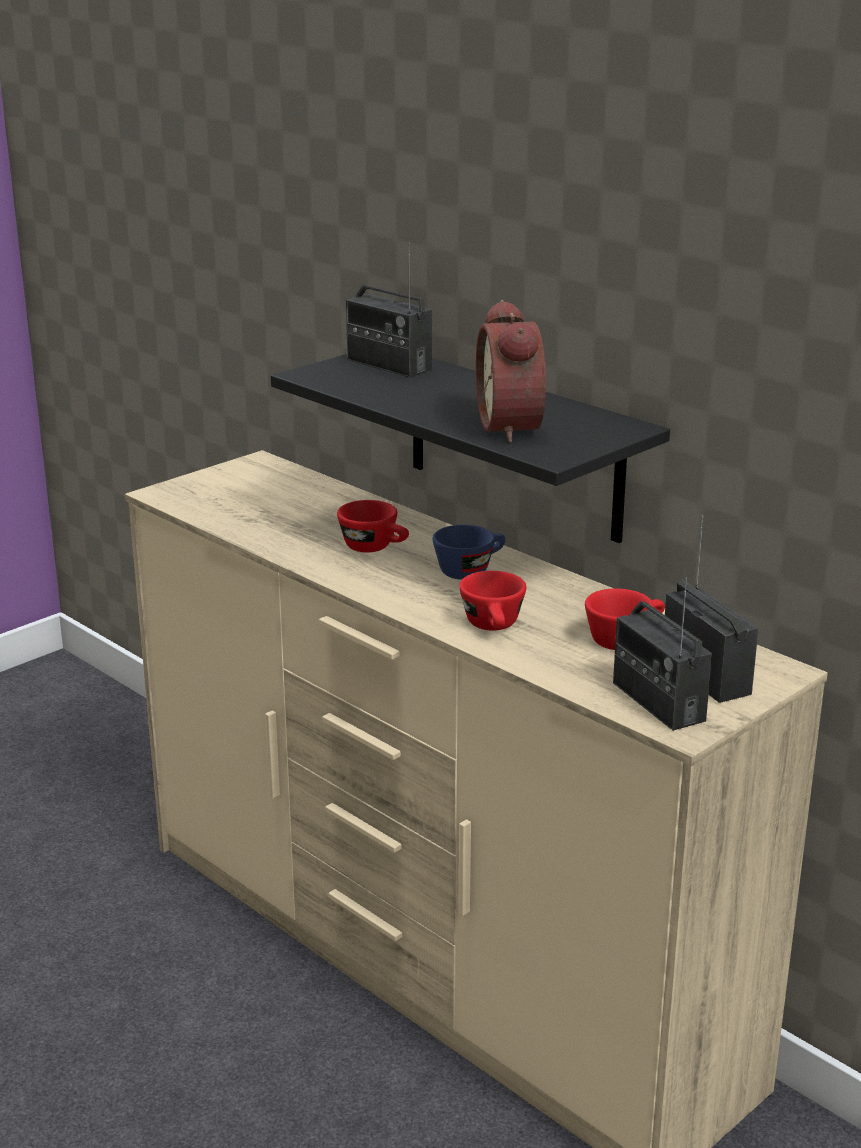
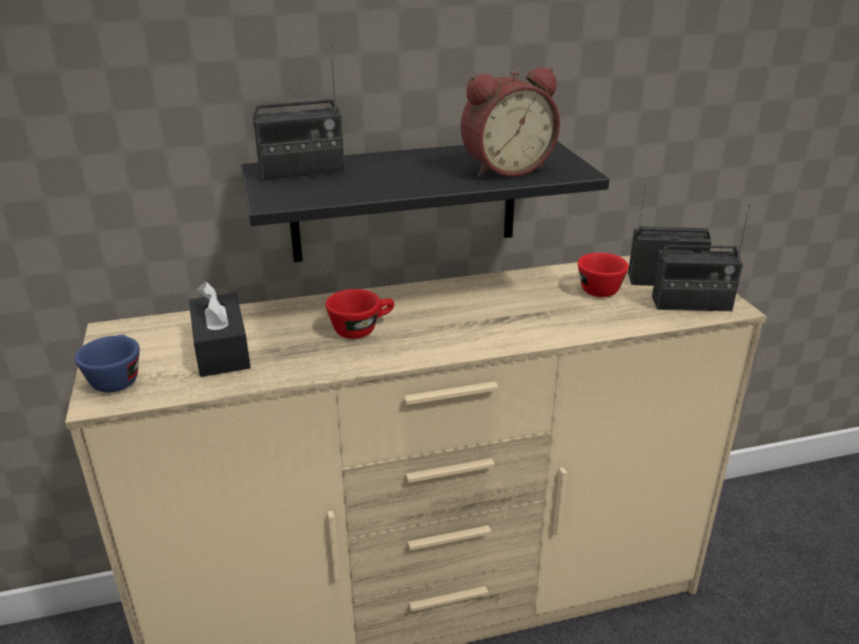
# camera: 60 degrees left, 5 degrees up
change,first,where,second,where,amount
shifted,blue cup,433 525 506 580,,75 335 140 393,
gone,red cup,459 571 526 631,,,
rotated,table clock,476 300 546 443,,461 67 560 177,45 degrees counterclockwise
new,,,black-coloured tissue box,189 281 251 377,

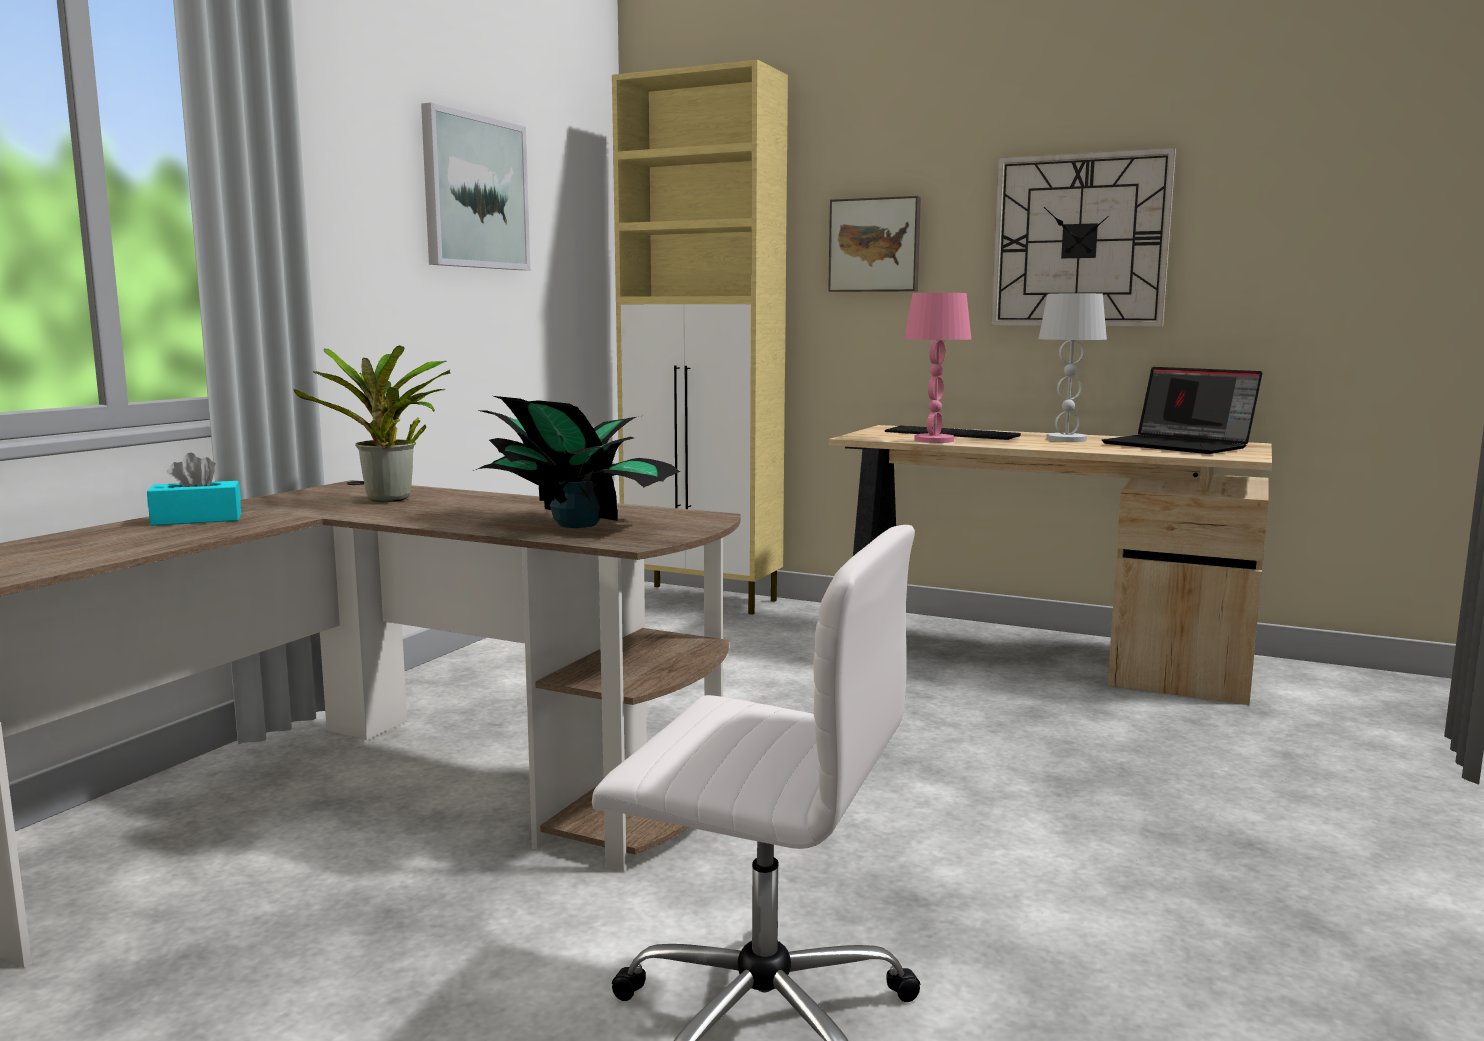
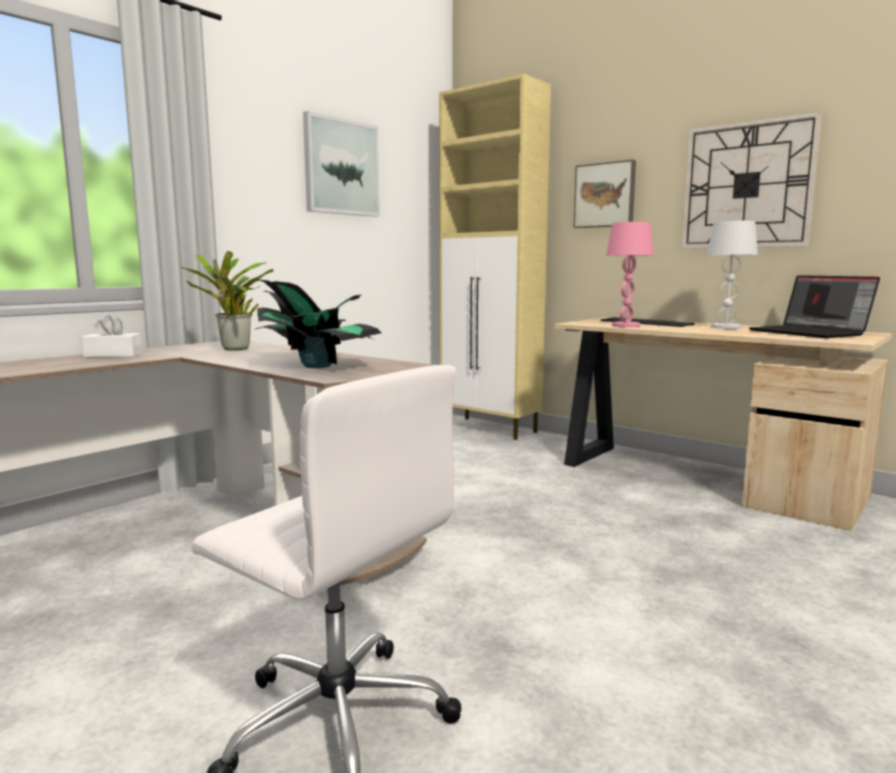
# camera: 15 degrees right, 0 degrees up
change,first,where,second,where,amount
repainted,turquoise tissue box,147 453 241 526,white tissue box,81 315 142 357,

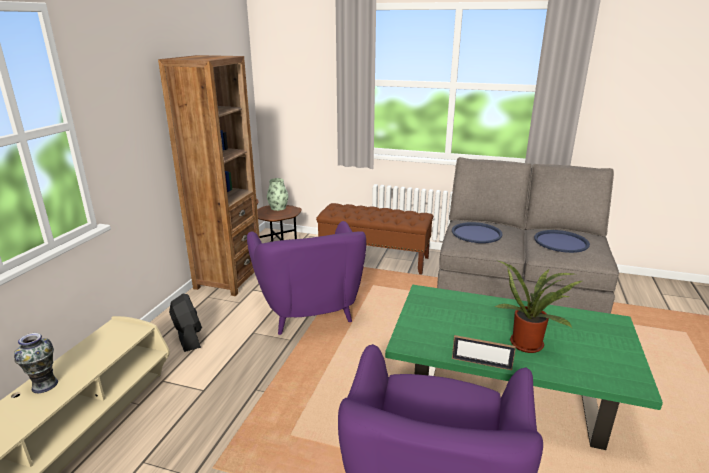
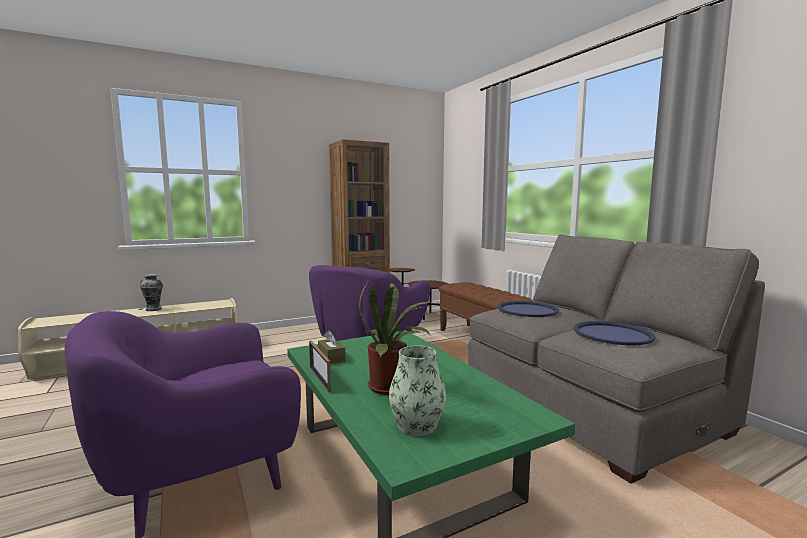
# camera: 45 degrees right, 15 degrees down
change,first,where,second,where,amount
gone,black-coloured electric fan,169 294 202 352,,,
shifted,vase,267 178 288 211,,389 345 446 437,
new,,,brown-coloured tissue box,318 331 345 364,

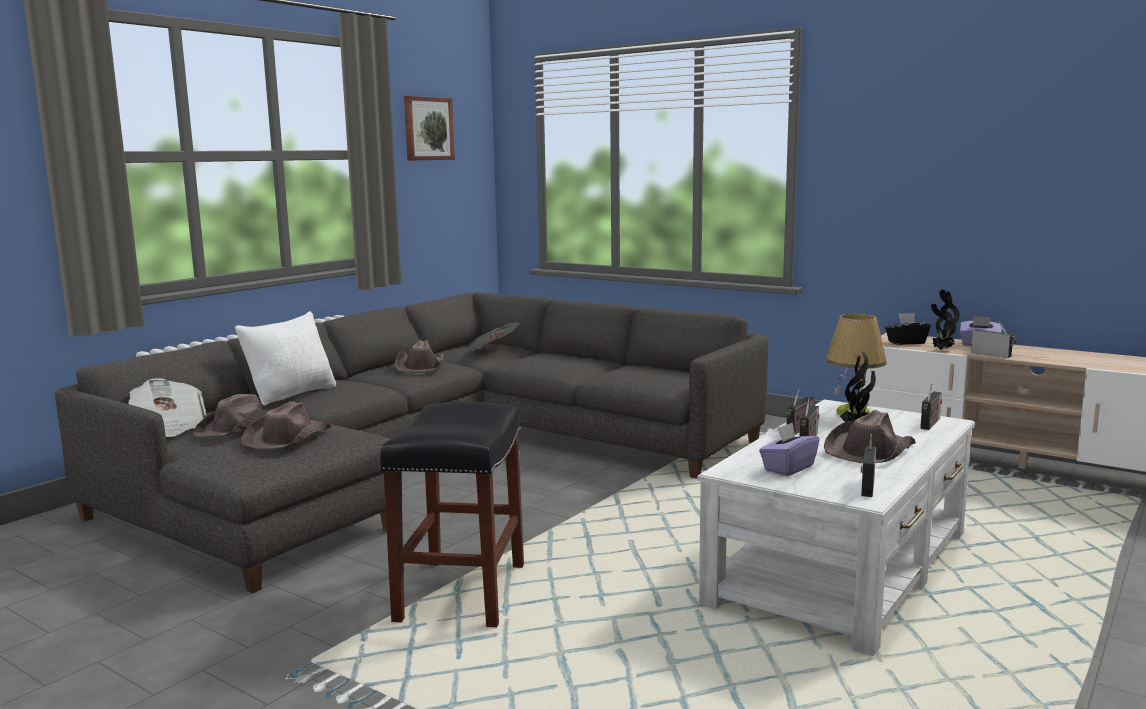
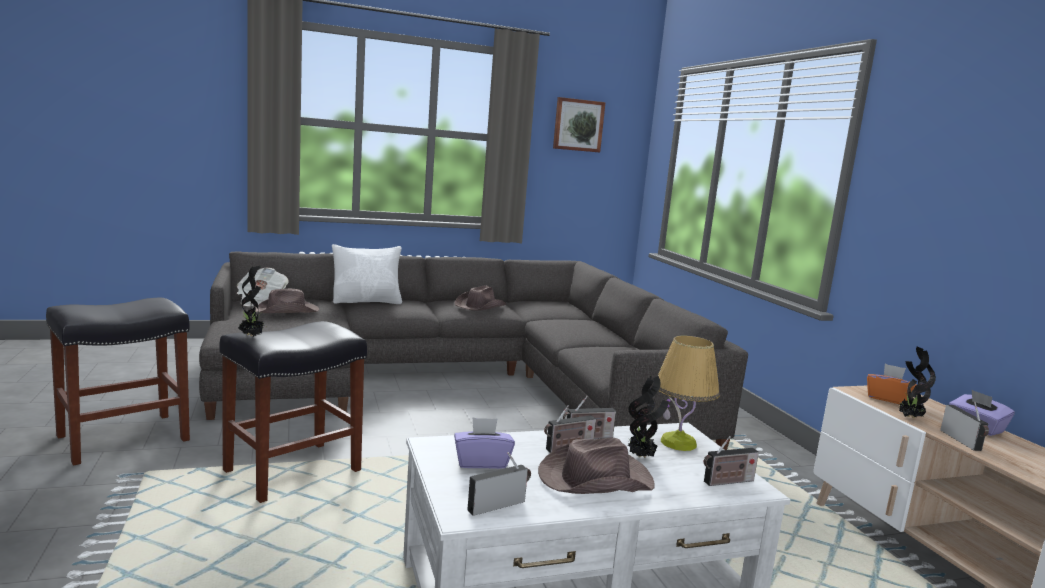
# camera: 35 degrees right, 0 degrees up
change,first,where,second,where,amount
gone,brown-coloured wearable hat,241 401 331 449,,,
gone,printed paper,467 322 520 348,,,
repainted,black-coloured tissue box,885 313 931 345,orange tissue box,867 364 916 405,
new,,,black-coloured stool,46 298 190 465,
new,,,potted plant,238 266 265 337,

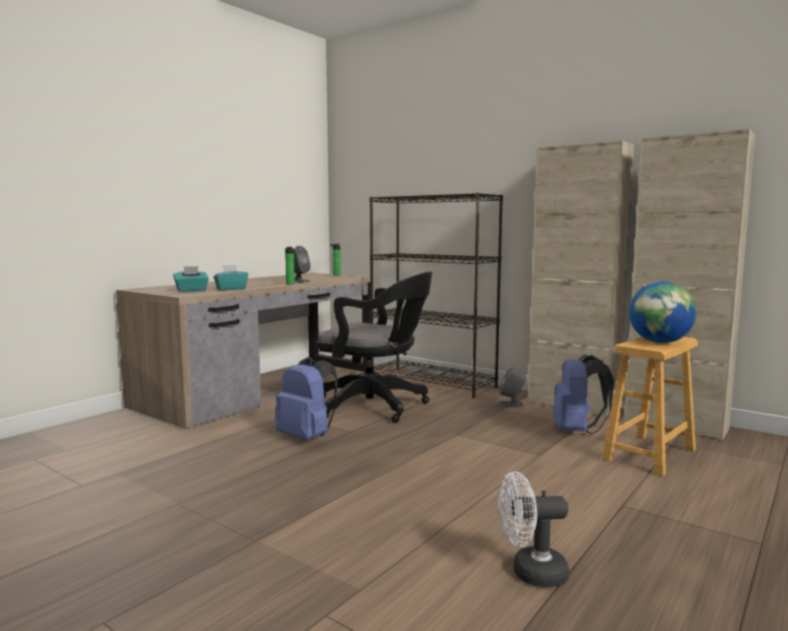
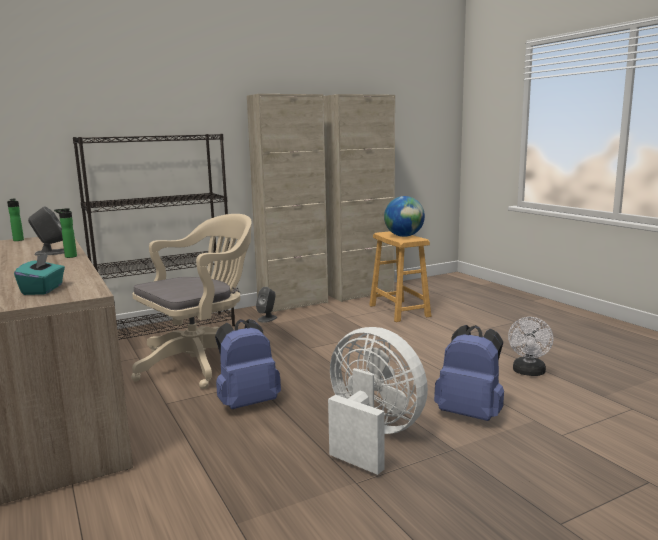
# camera: 65 degrees left, 5 degrees up
change,first,where,second,where,amount
gone,turquoise tissue box,213 265 248 290,,,
repainted,black-coloured desk chair,316 272 432 423,sand-coloured desk chair,131 214 252 389,
shifted,blue rucksack,553 354 614 435,,434 325 504 421,
new,,,white electric fan,328 327 428 475,

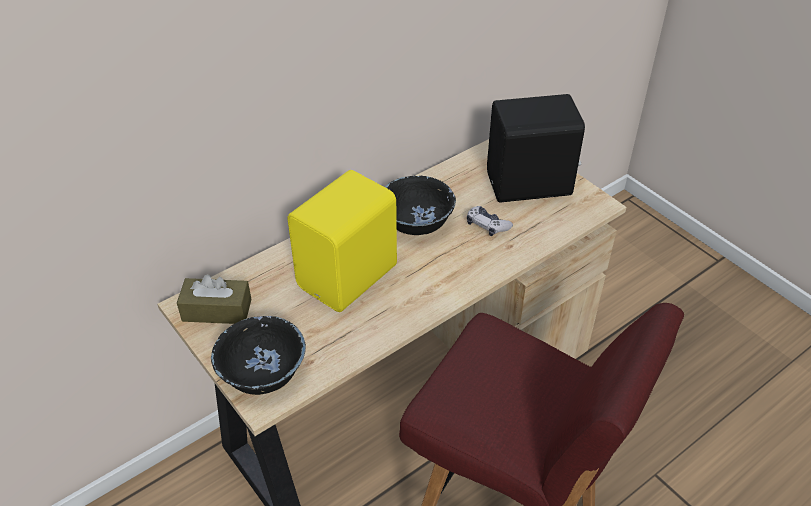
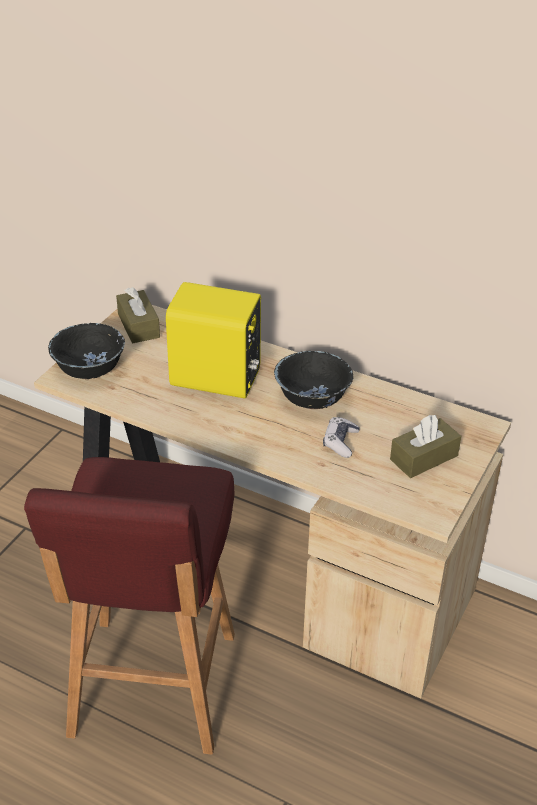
# camera: 65 degrees right, 5 degrees down
change,first,where,second,where,amount
swapped,black-coloured audio speaker,487 94 585 203,brown-coloured tissue box,390 415 461 478,

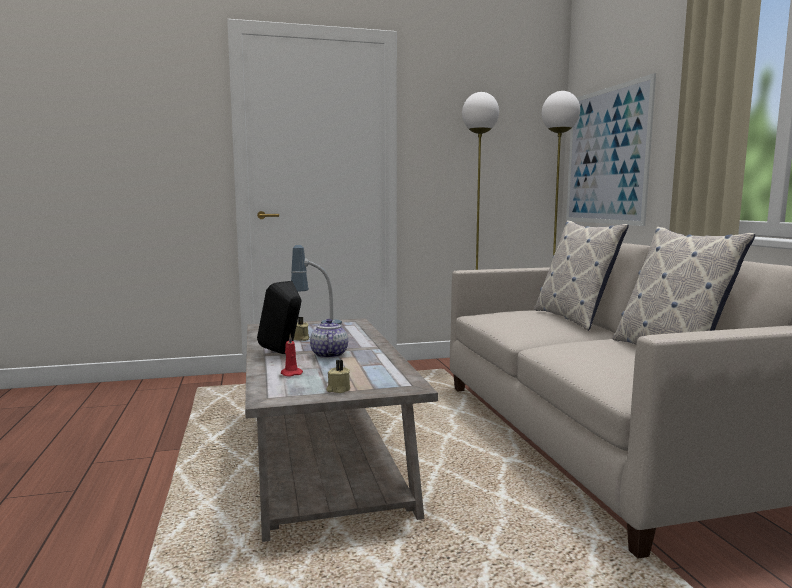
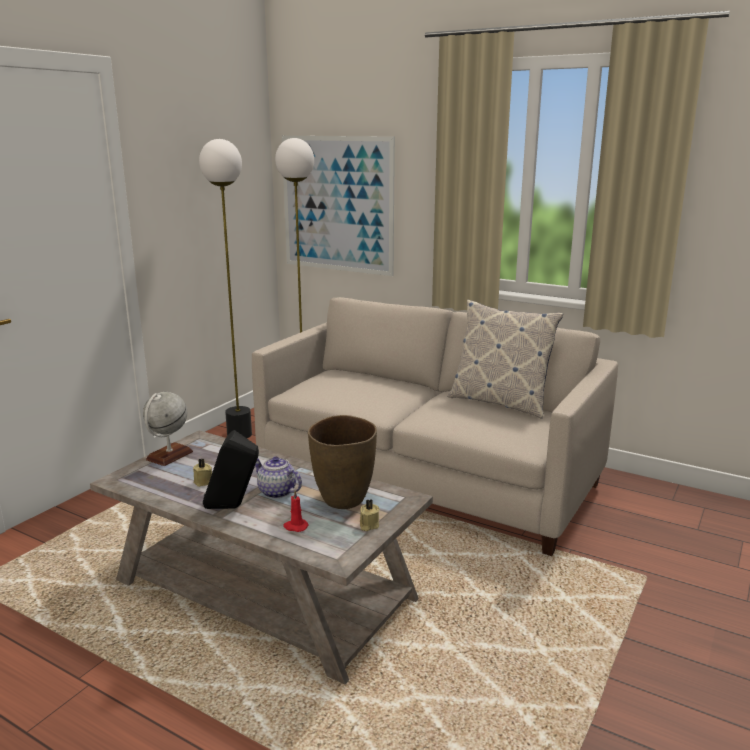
# camera: 45 degrees left, 10 degrees up
change,first,where,second,where,amount
swapped,lamp for a table,291 245 342 324,desk globe,143 392 193 466,
gone,throw pillow,534 220 629 331,,,
new,,,brown-coloured vase,308 415 377 509,

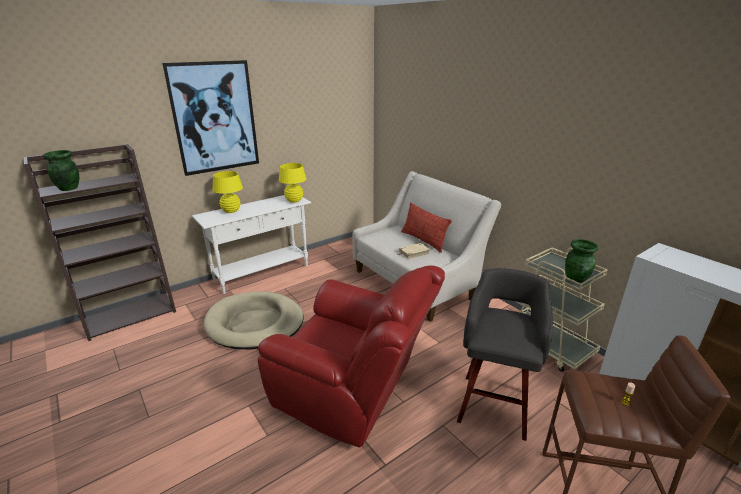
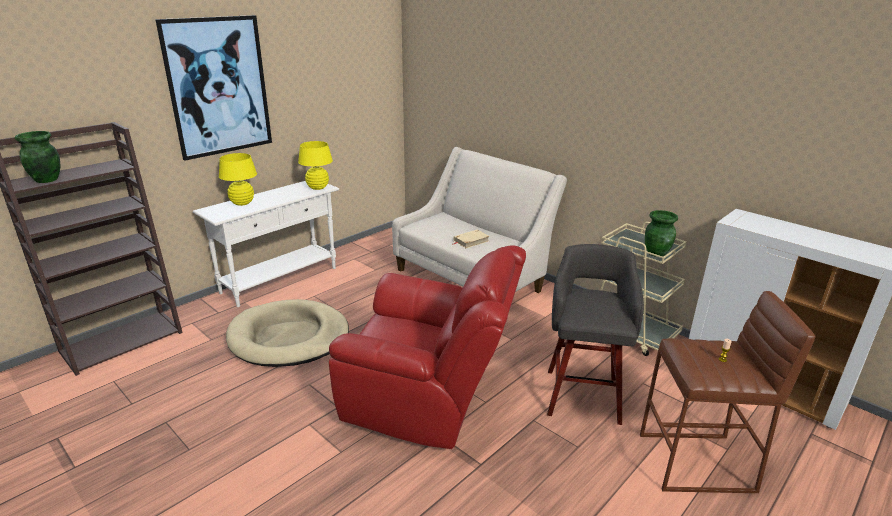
# camera: 10 degrees left, 0 degrees up
change,first,where,second,where,amount
gone,throw pillow,401 203 452 253,,,

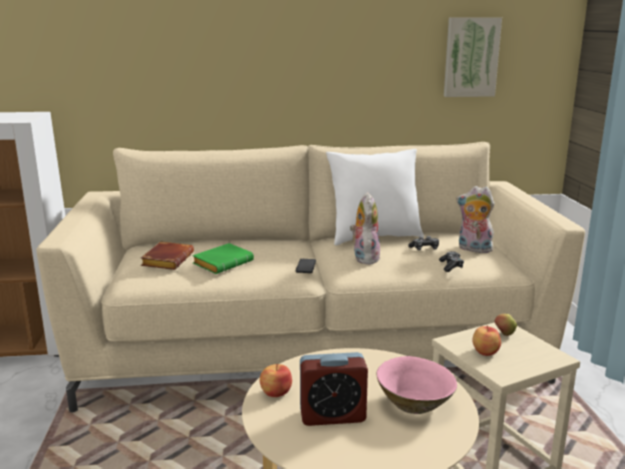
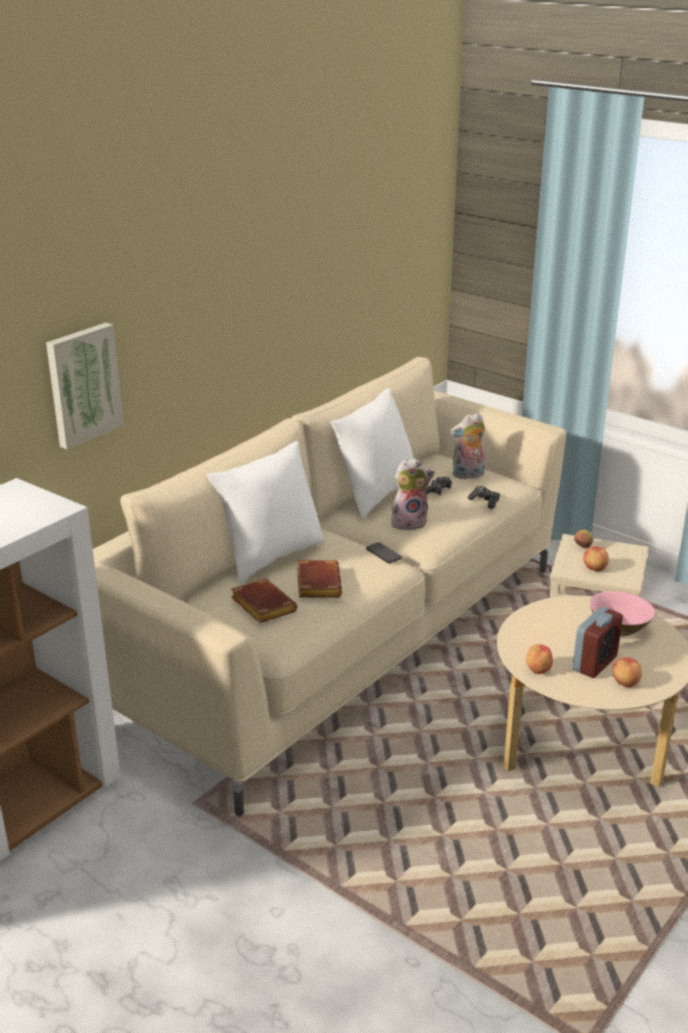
# camera: 45 degrees left, 10 degrees up
change,first,where,second,where,amount
repainted,green volume,193 243 254 274,brown-coloured volume,297 560 342 598,
rotated,cuddly toy,350 192 380 264,,391 458 435 531,120 degrees clockwise
shifted,wall art,444 17 502 97,,46 323 124 449,
new,,,white throw pillow,207 441 325 584,
new,,,whole apple,612 657 642 687,

